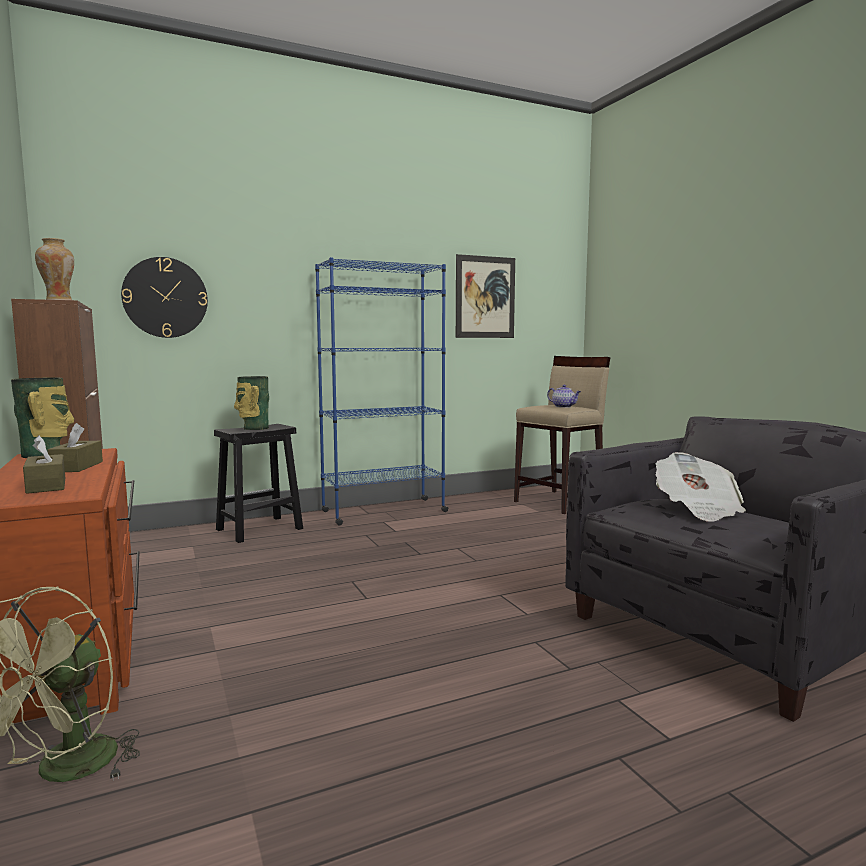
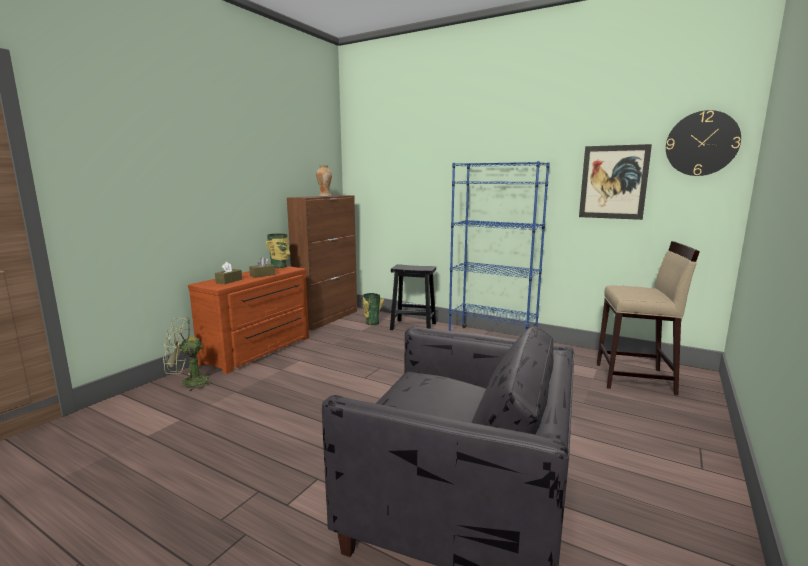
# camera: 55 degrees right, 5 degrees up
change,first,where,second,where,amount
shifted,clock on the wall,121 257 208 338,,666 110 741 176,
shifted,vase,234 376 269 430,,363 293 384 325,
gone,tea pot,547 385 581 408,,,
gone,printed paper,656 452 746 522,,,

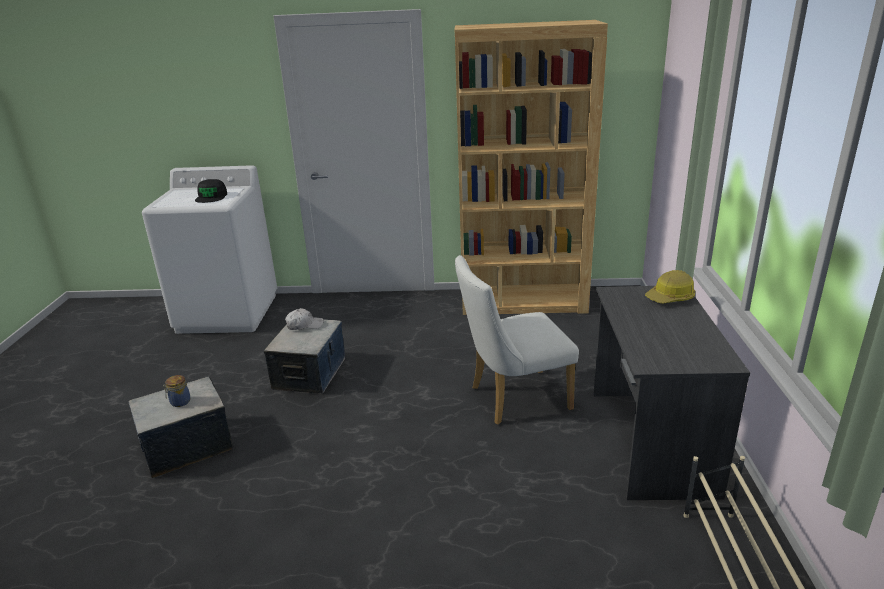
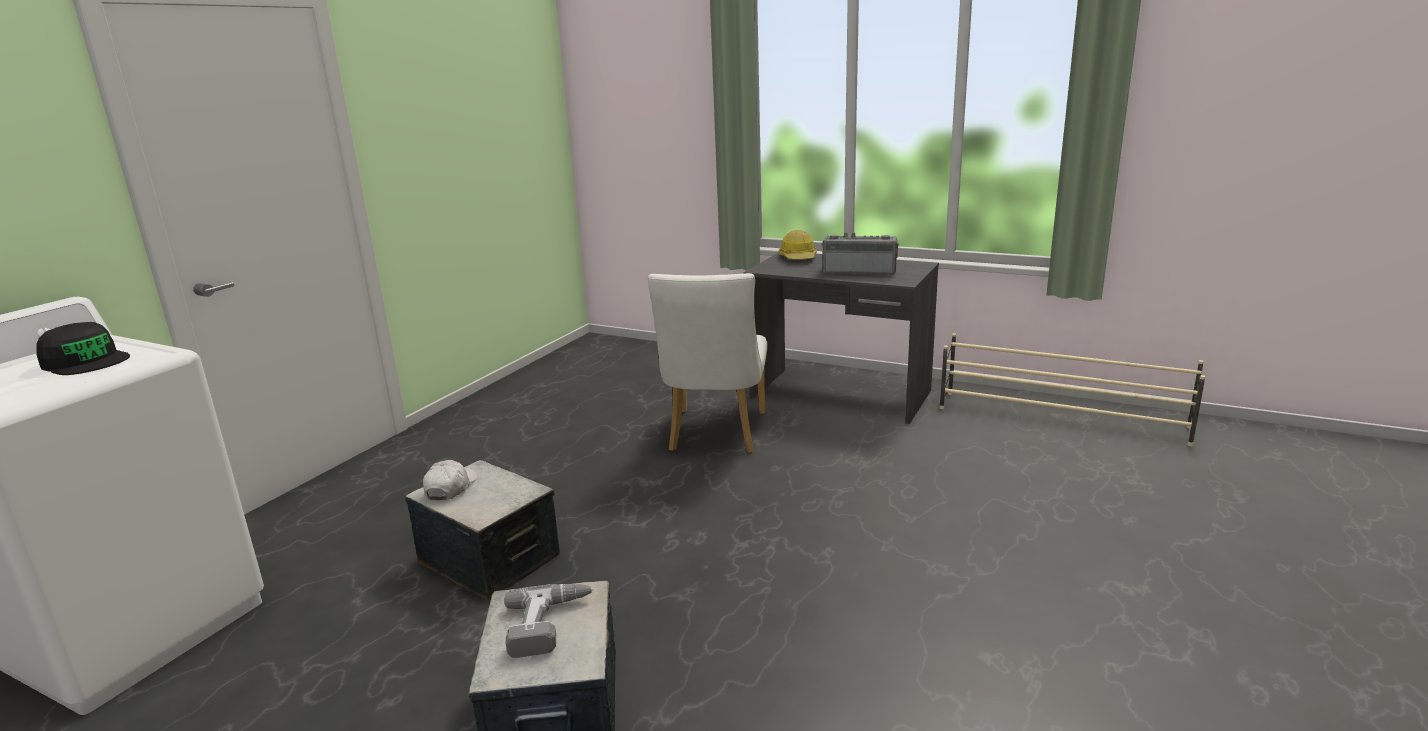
# camera: 65 degrees left, 5 degrees down
change,first,where,second,where,amount
swapped,storage jar,163 375 191 407,electric drill,504 584 594 658,
gone,brown-coloured shelving unit,454 20 608 315,,,
new,,,radio receiver,822 232 899 275,

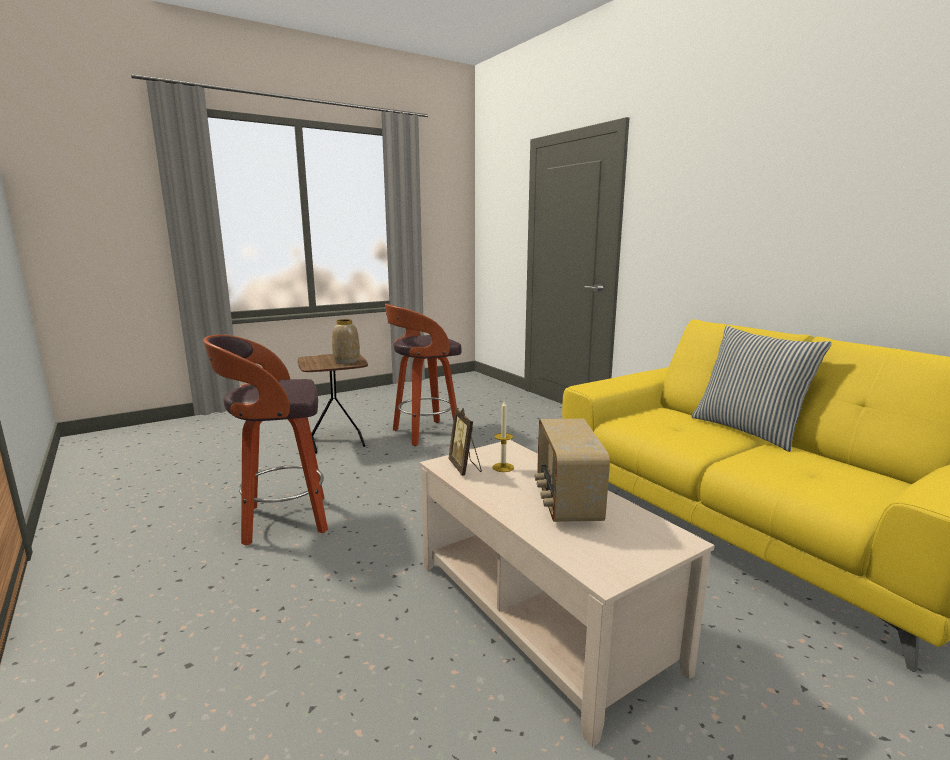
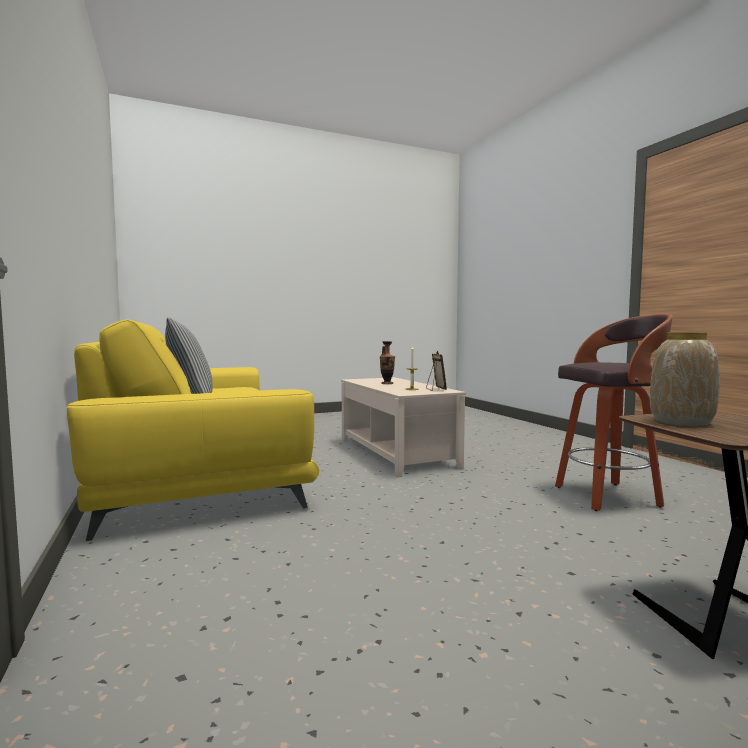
# camera: 170 degrees left, 10 degrees down
change,first,where,second,where,amount
gone,stool,385 304 462 446,,,
swapped,radio receiver,535 419 610 522,vase,380 341 395 384,

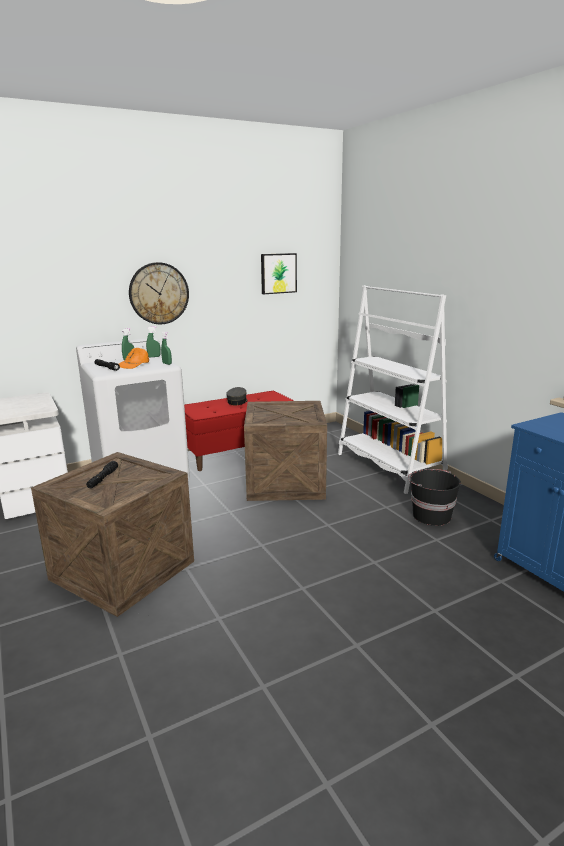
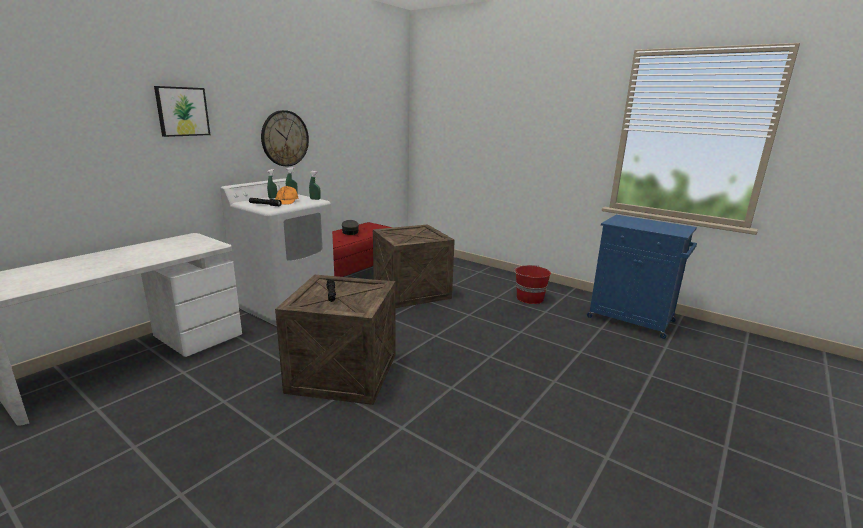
# camera: 25 degrees left, 0 degrees up
change,first,where,second,where,amount
shifted,wall art,261 253 297 294,,154 86 210 137,
gone,white shelving unit,338 285 448 494,,,
repainted,black-coloured bucket,408 469 461 526,red bucket,514 265 551 304,

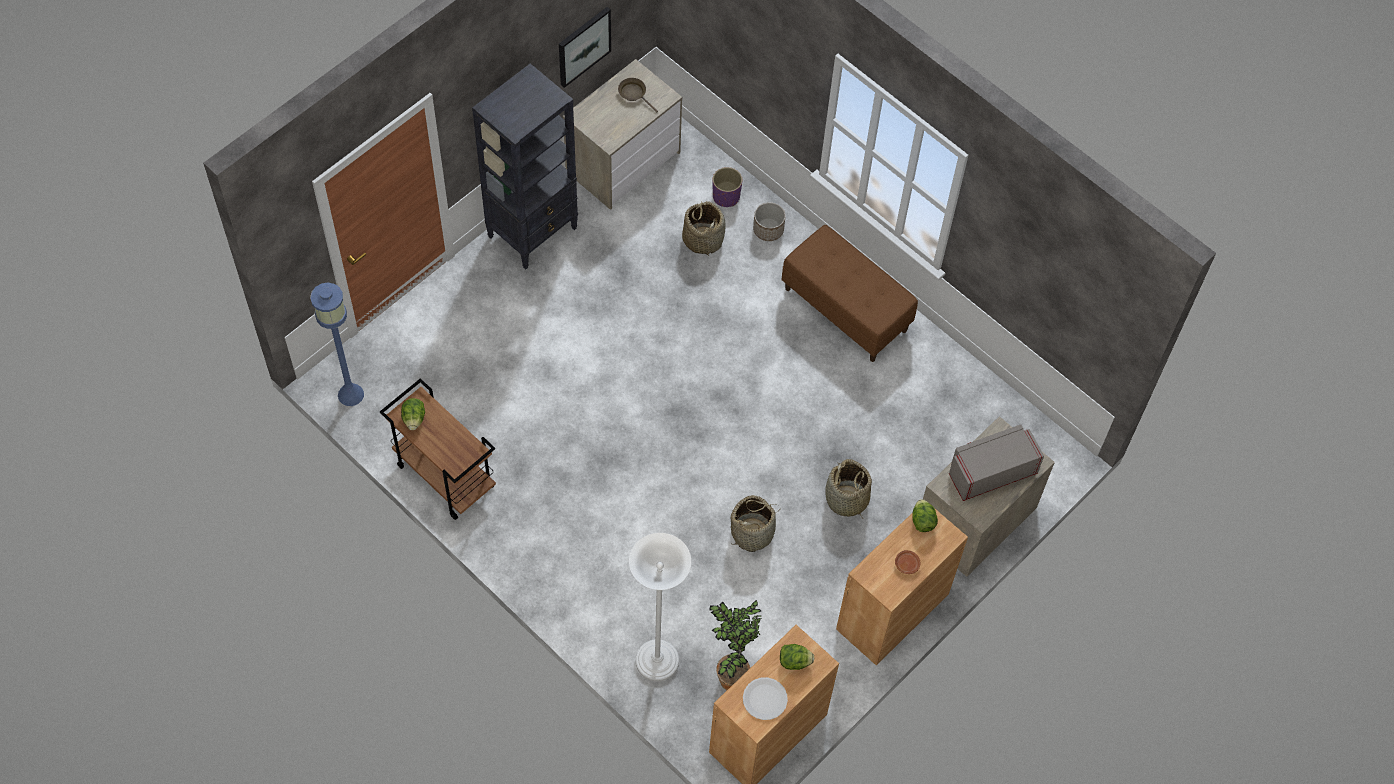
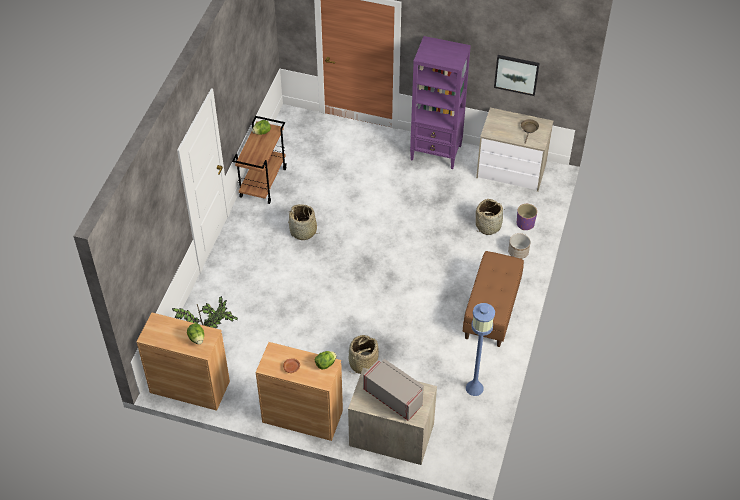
# camera: 65 degrees right, 10 degrees down
change,first,where,second,where,amount
shifted,blue floor lamp,310 283 364 406,,466 303 495 396,
repainted,black-coloured shelving unit,472 63 578 270,purplish shelving unit,410 36 471 169,
gone,white floor lamp,629 533 691 682,,,
shifted,storage basket,730 495 780 552,,288 204 319 240,
gone,white plate,743 677 788 720,,,

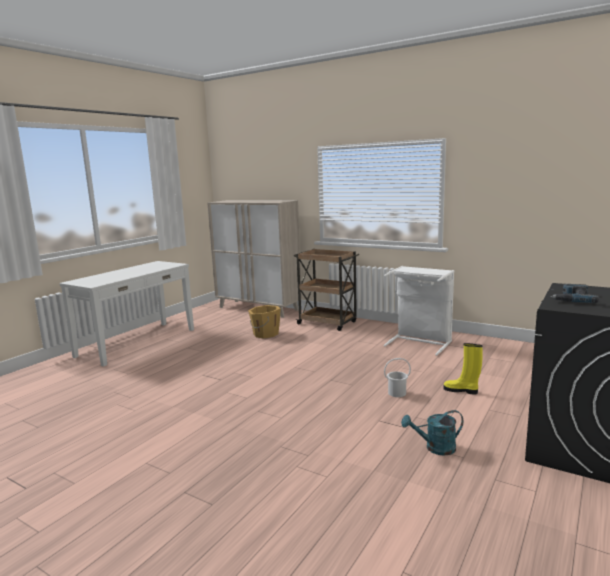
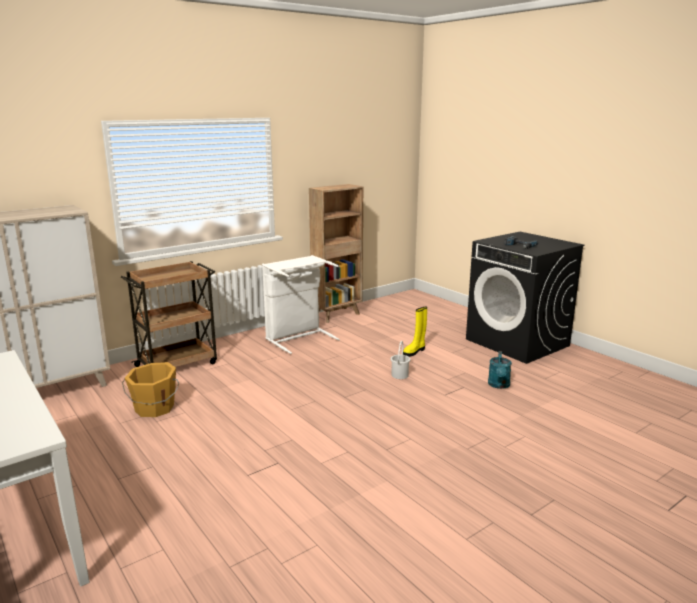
# camera: 70 degrees left, 5 degrees up
change,first,where,second,where,amount
new,,,brown-coloured shelving unit,309 184 363 323,

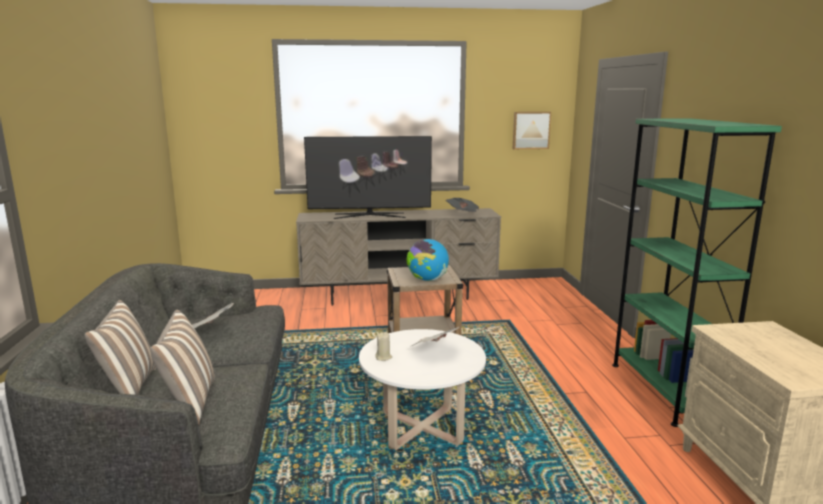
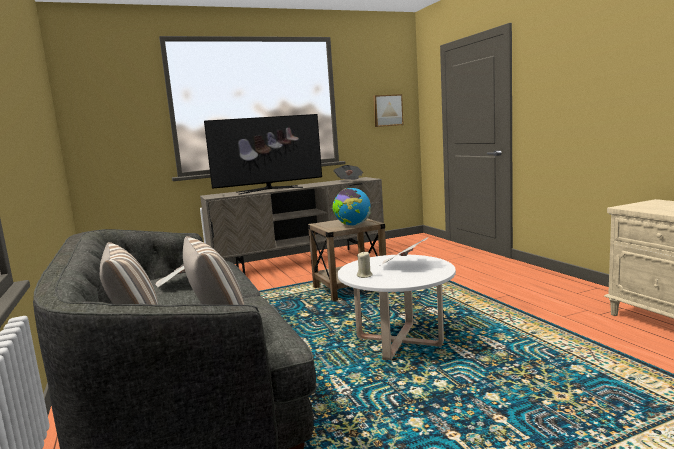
# camera: 15 degrees left, 5 degrees down
change,first,where,second,where,amount
gone,green shelving unit,612 118 782 427,,,

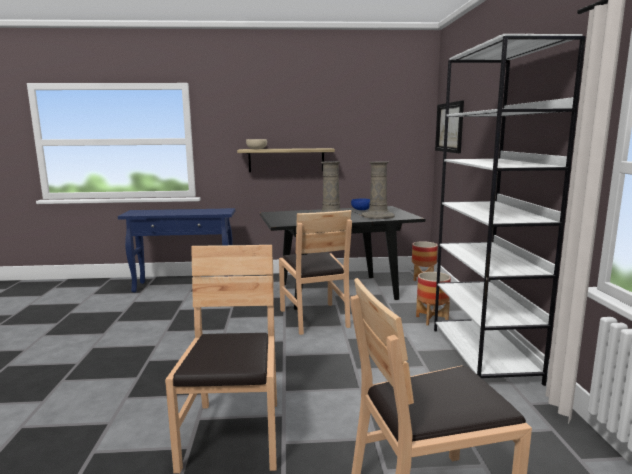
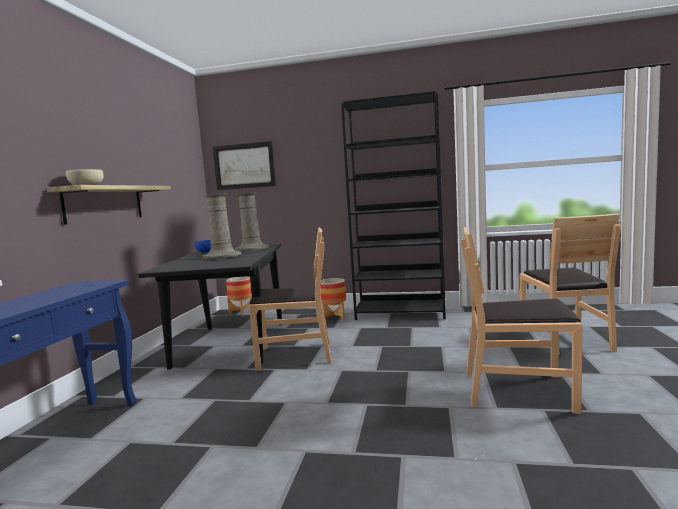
# camera: 75 degrees left, 5 degrees down
change,first,where,second,where,amount
repainted,white shelving unit,434 34 586 386,black-coloured shelving unit,341 91 446 320,

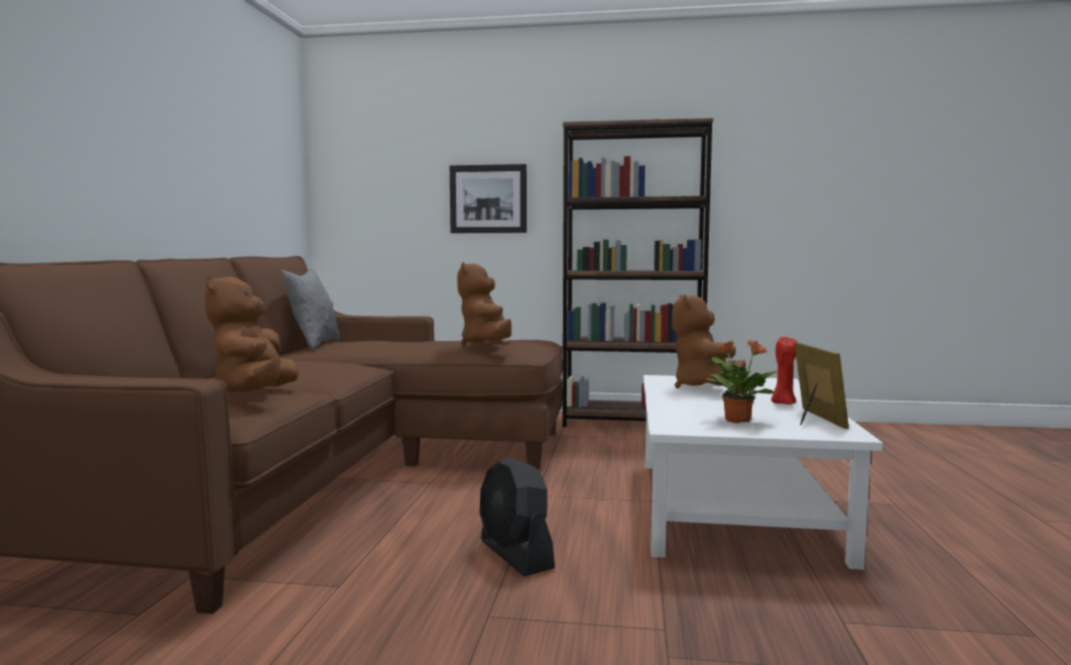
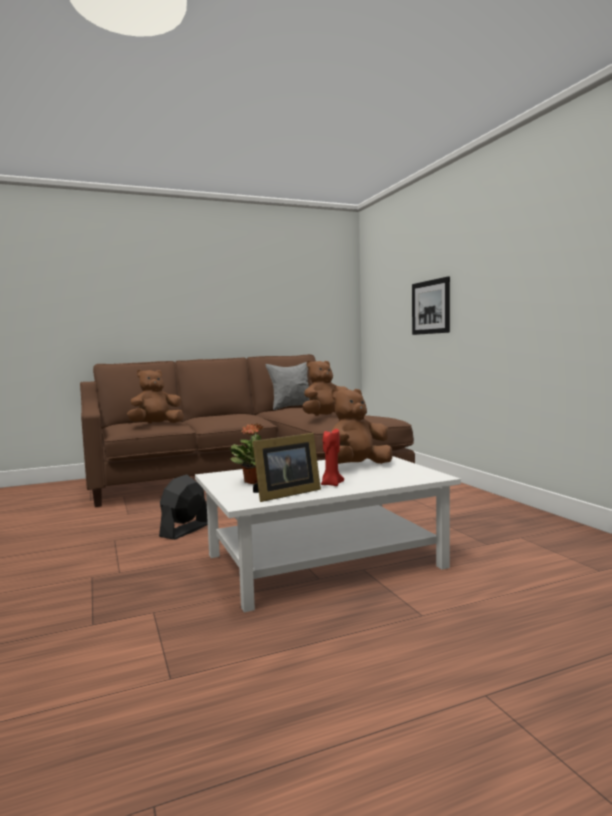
# camera: 60 degrees right, 0 degrees up
change,first,where,second,where,amount
gone,brown-coloured shelving unit,562 118 713 427,,,

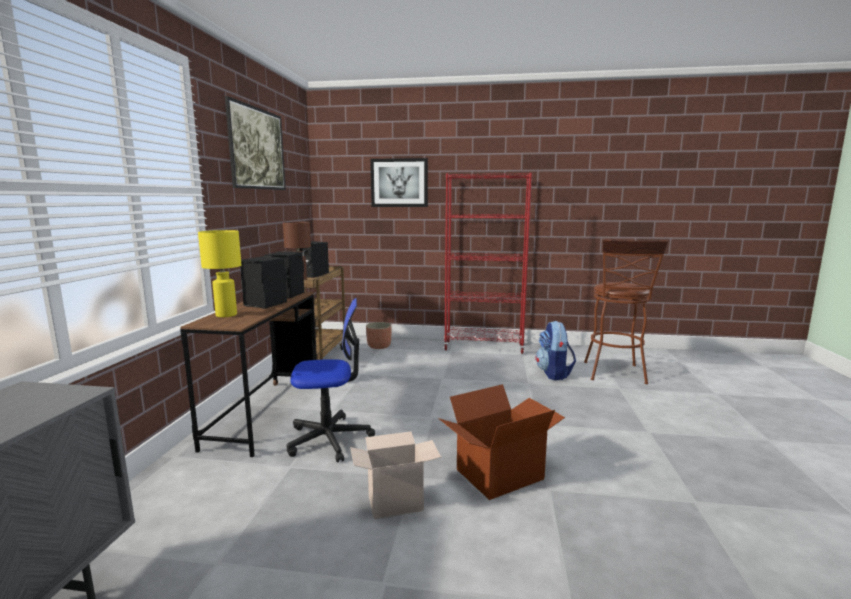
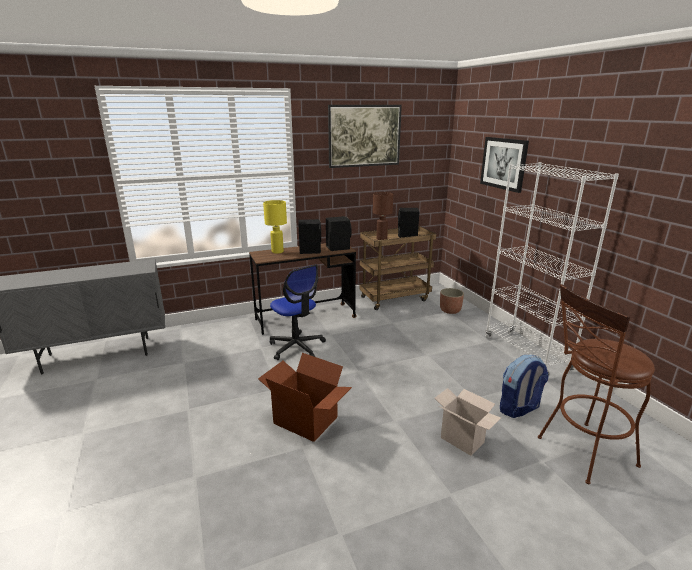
# camera: 60 degrees right, 10 degrees up
change,first,where,second,where,amount
shifted,carton,350 431 441 519,,435 388 501 456,
repainted,red shelving unit,444 173 532 354,white shelving unit,485 162 619 376,

